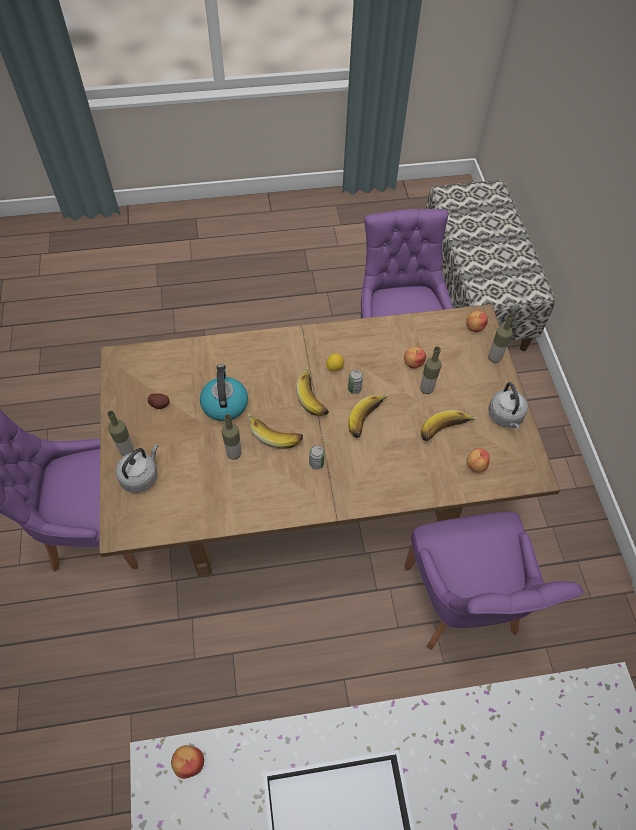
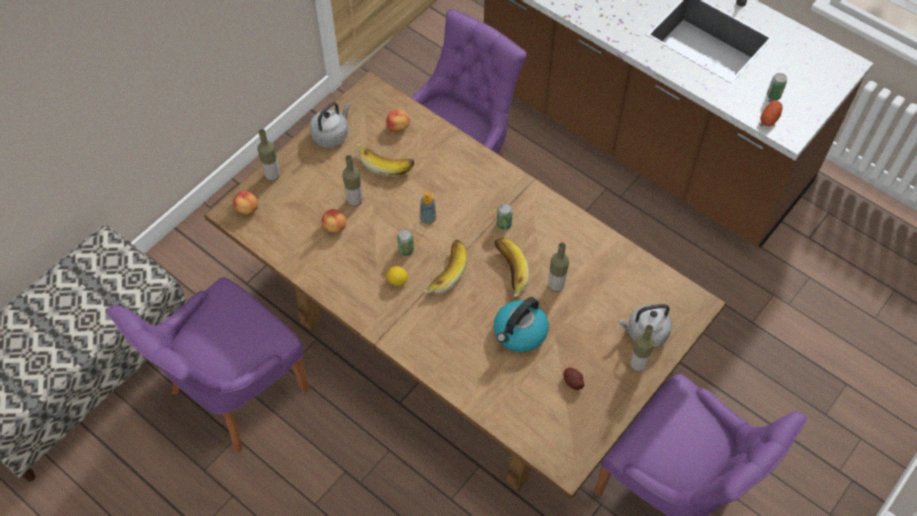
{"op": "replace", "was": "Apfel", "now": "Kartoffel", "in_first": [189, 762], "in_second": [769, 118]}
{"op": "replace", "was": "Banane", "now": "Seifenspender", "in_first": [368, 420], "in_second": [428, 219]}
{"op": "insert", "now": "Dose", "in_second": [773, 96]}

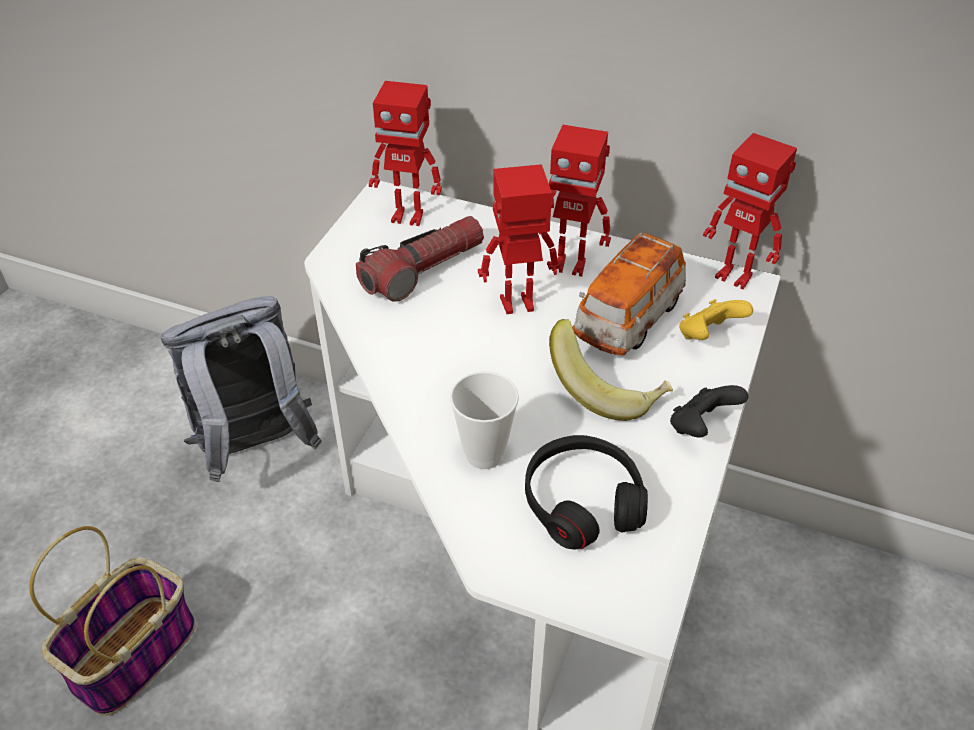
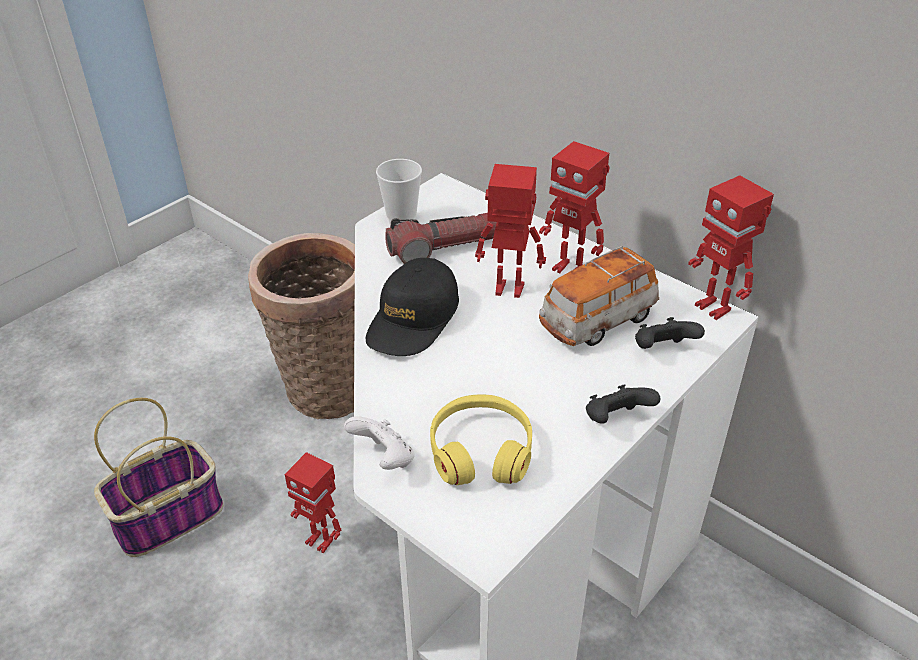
{"op": "replace", "was": "Rucksack (grau)", "now": "Korb", "in_first": [255, 448], "in_second": [324, 387]}
{"op": "move", "was": "Spielzeugroboter", "in_first": [408, 216], "in_second": [320, 541]}
{"op": "move", "was": "Tasse", "in_first": [484, 454], "in_second": [401, 222]}
{"op": "recolor", "was": "Kopfhörer (schwarz)", "now": "Kopfhörer (gelb)", "in_first": [582, 501], "in_second": [481, 451]}
{"op": "delete", "was": "Banane", "in_first": [607, 389]}
{"op": "recolor", "was": "Gamepad (gelb)", "now": "Gamepad (schwarz)", "in_first": [708, 336], "in_second": [662, 350]}
{"op": "insert", "now": "Gamepad (weiß)", "in_second": [384, 459]}
{"op": "insert", "now": "Kappe (schwarz)", "in_second": [413, 319]}

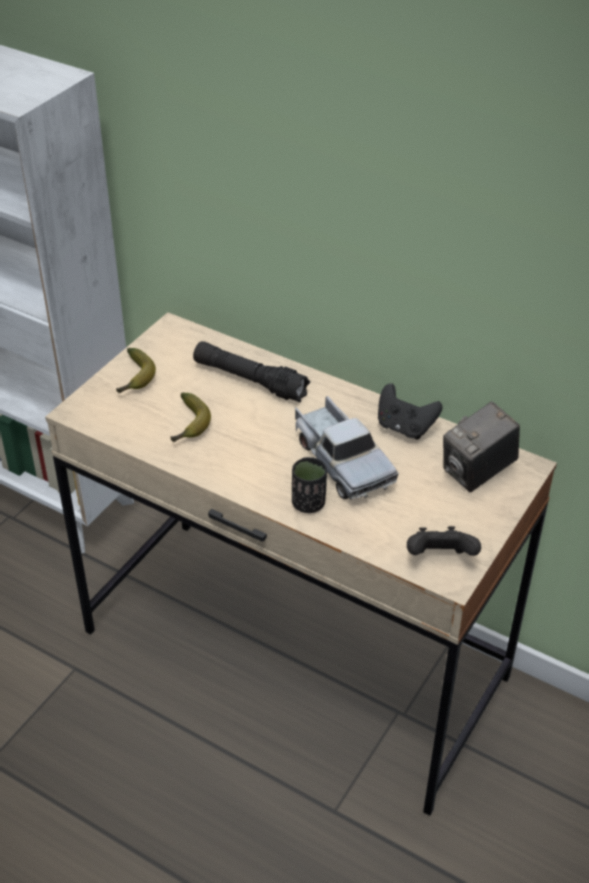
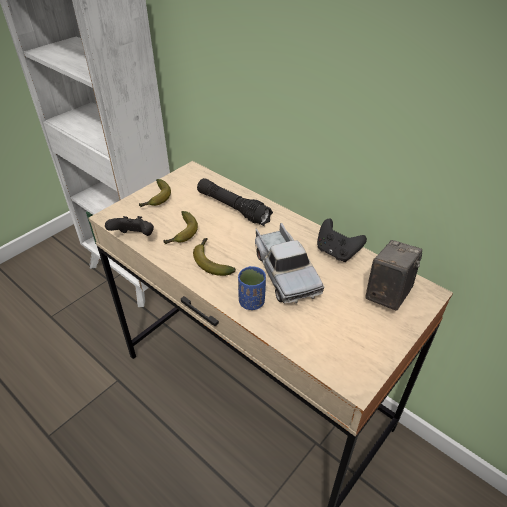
{"op": "recolor", "was": "Tasse (schwarz)", "now": "Tasse (blau)", "in_first": [308, 504], "in_second": [251, 302]}
{"op": "move", "was": "Gamepad (schwarz)", "in_first": [439, 558], "in_second": [135, 237]}
{"op": "rotate", "was": "Kamera", "in_first": [477, 472], "in_second": [388, 293], "clockwise": 150}
{"op": "insert", "now": "Banane", "in_second": [211, 261]}

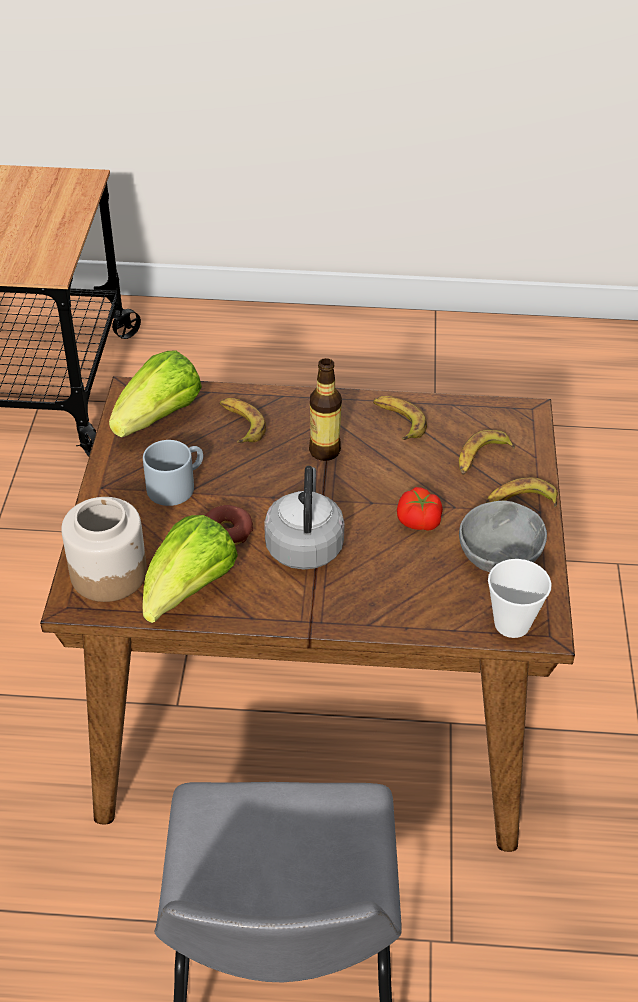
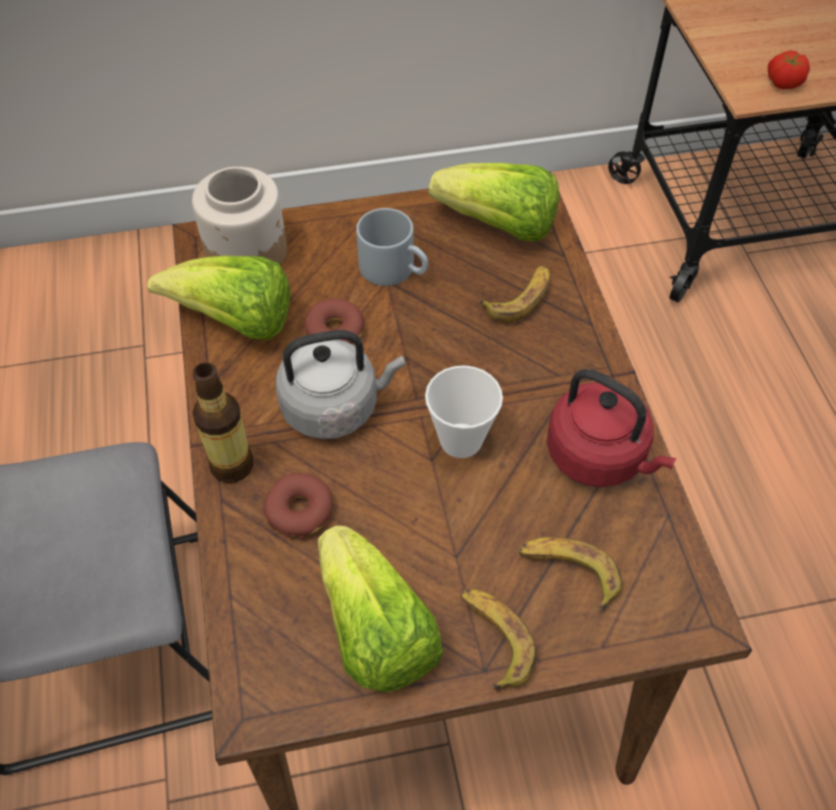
{"op": "move", "was": "Flasche", "in_first": [324, 451], "in_second": [231, 465]}
{"op": "replace", "was": "Banane", "now": "Wasserkessel (rot)", "in_first": [398, 421], "in_second": [600, 456]}
{"op": "move", "was": "Tomate", "in_first": [418, 521], "in_second": [783, 82]}
{"op": "replace", "was": "Schüssel (grau)", "now": "Salatkopf", "in_first": [500, 557], "in_second": [375, 631]}
{"op": "move", "was": "Tasse", "in_first": [512, 624], "in_second": [461, 440]}
{"op": "insert", "now": "Donut", "in_second": [300, 510]}

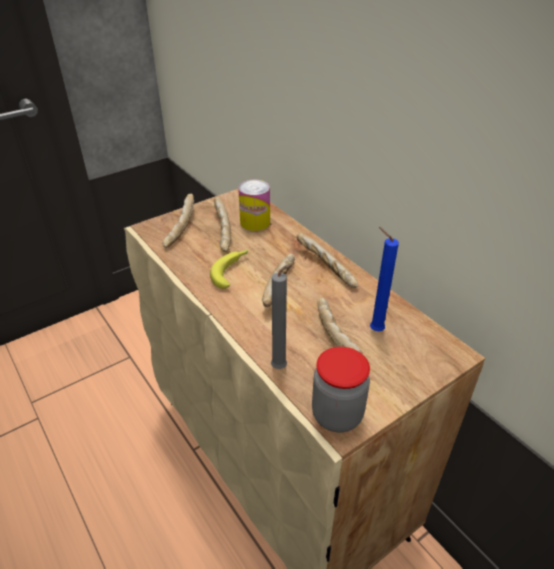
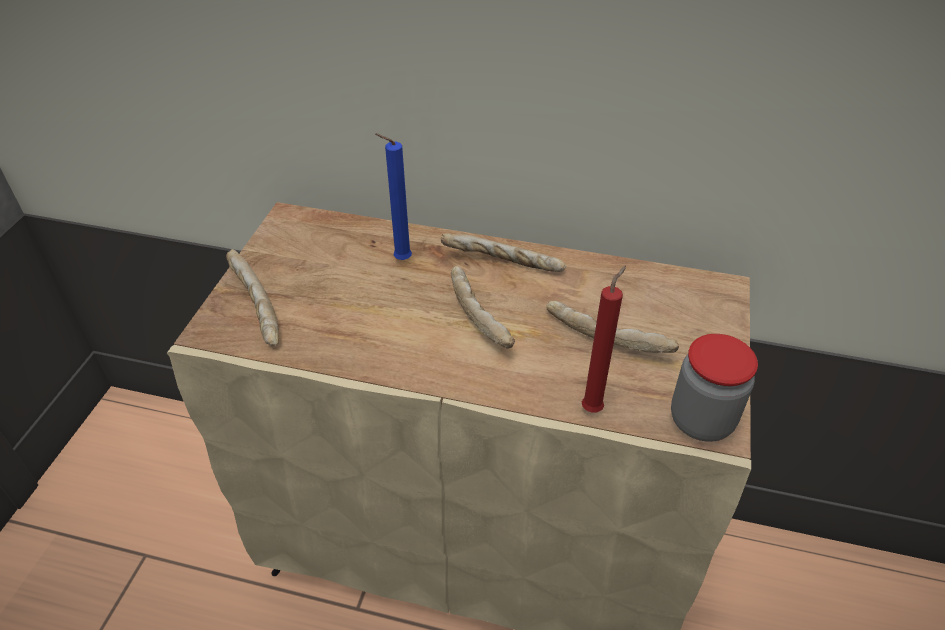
{"op": "delete", "was": "Banane", "in_first": [232, 271]}
{"op": "delete", "was": "Brot", "in_first": [221, 230]}
{"op": "delete", "was": "Dose", "in_first": [255, 222]}
{"op": "recolor", "was": "Kerze (grau)", "now": "Kerze (rot)", "in_first": [281, 367], "in_second": [594, 407]}
{"op": "move", "was": "Kerze (blau)", "in_first": [374, 329], "in_second": [400, 260]}

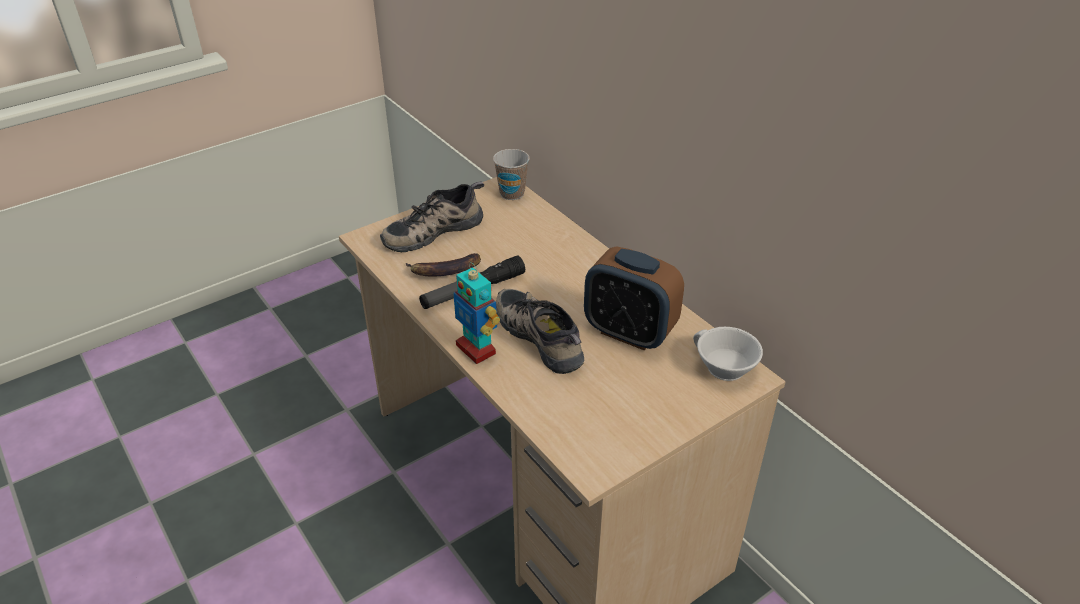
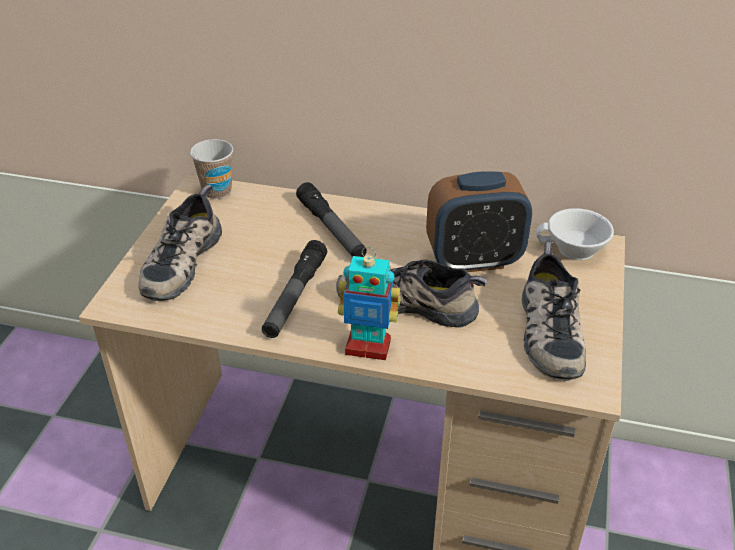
{"op": "delete", "was": "Banane", "in_first": [445, 271]}
{"op": "insert", "now": "Taschenlampe", "in_second": [331, 229]}
{"op": "insert", "now": "Schuh", "in_second": [547, 330]}

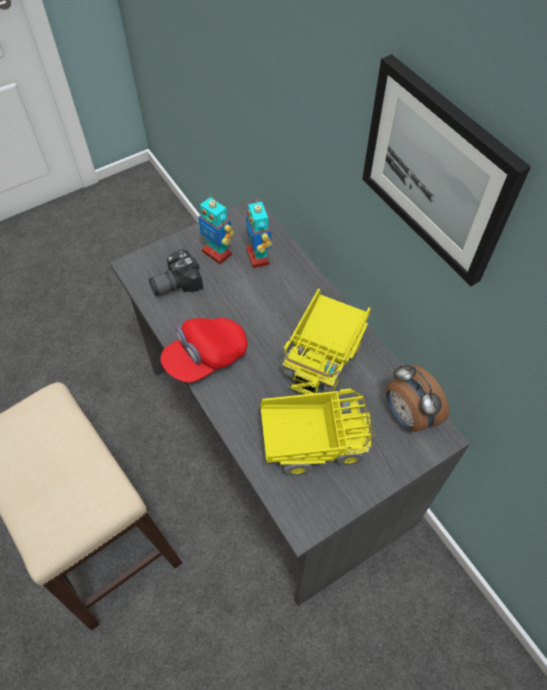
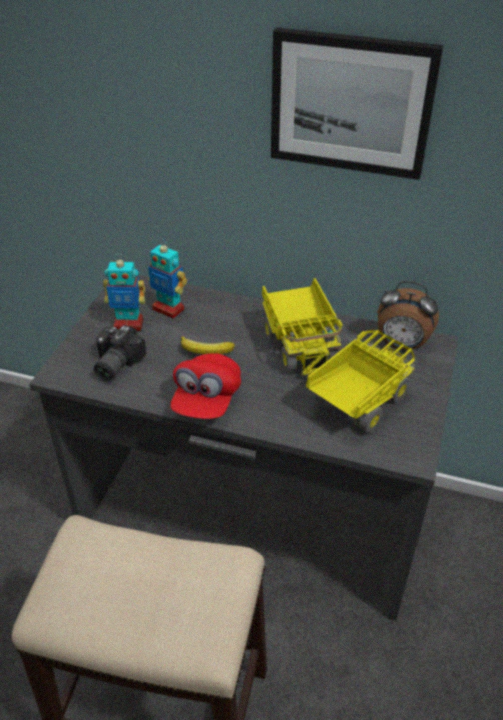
{"op": "insert", "now": "Banane", "in_second": [205, 351]}

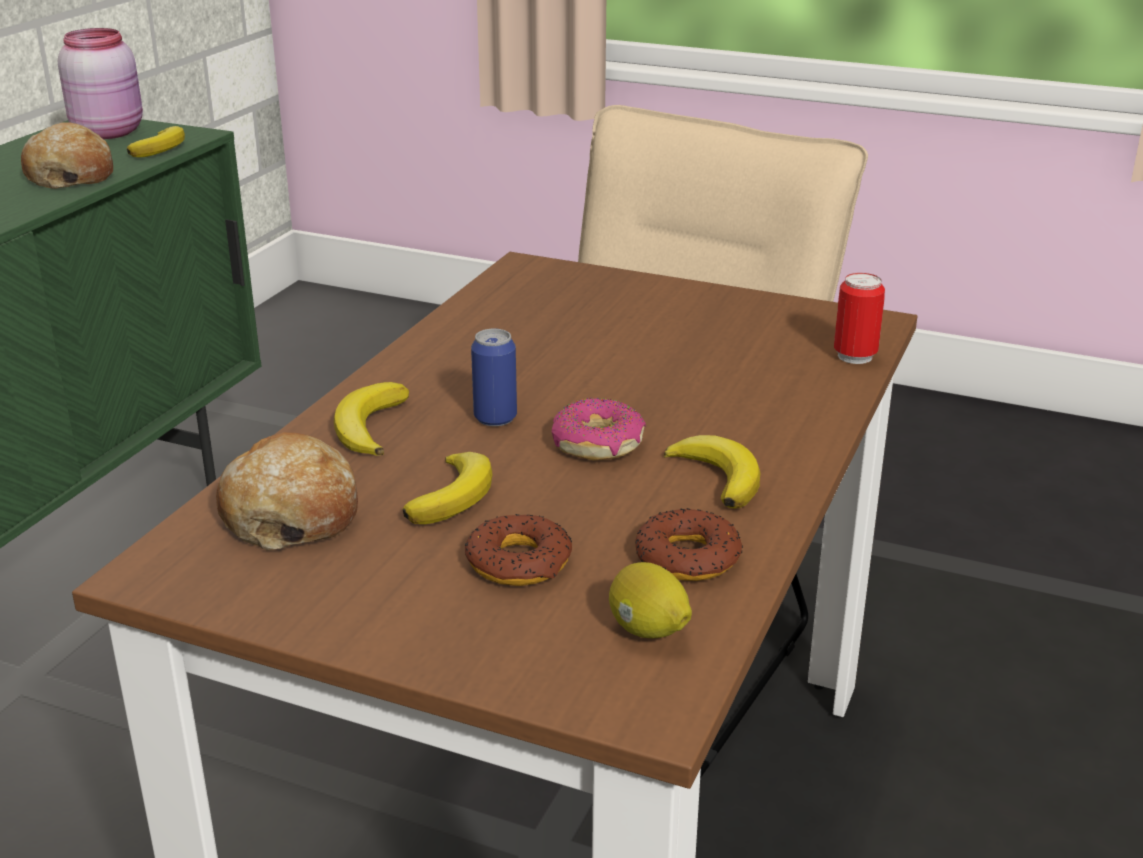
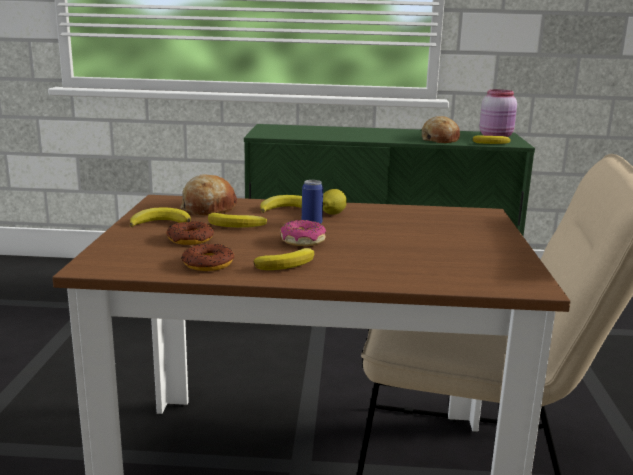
{"op": "move", "was": "Zitrone", "in_first": [648, 631], "in_second": [332, 214]}
{"op": "delete", "was": "Dose", "in_first": [855, 356]}
{"op": "insert", "now": "Banane", "in_second": [160, 222]}

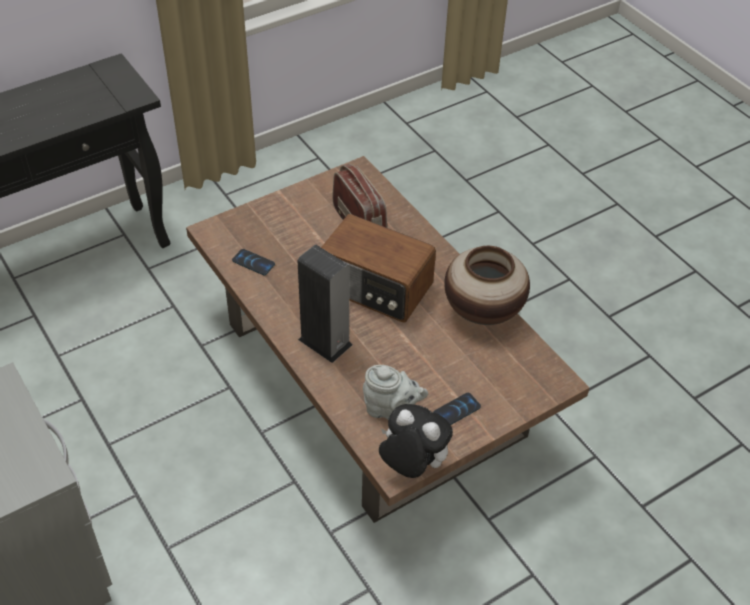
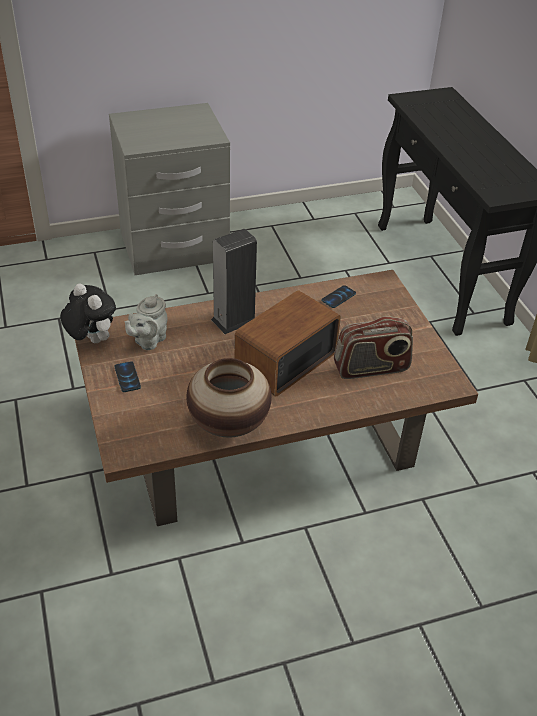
{"op": "rotate", "was": "Plüschtier", "in_first": [411, 465], "in_second": [91, 340], "clockwise": -90}

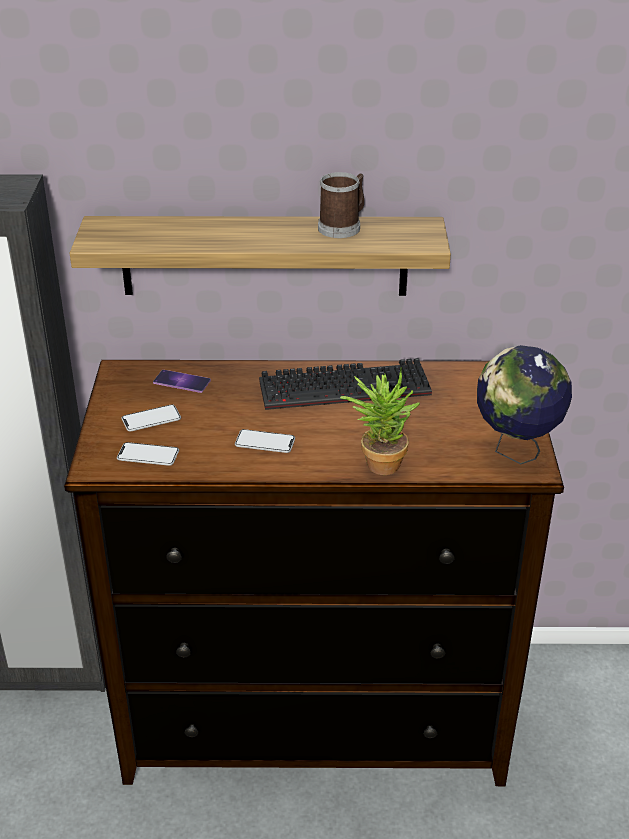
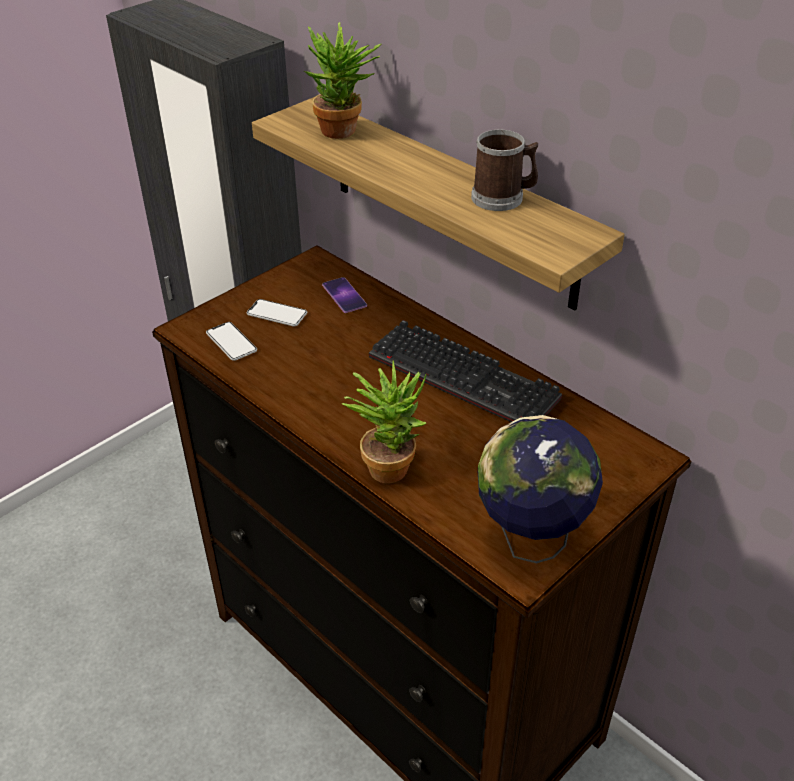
{"op": "delete", "was": "Handy", "in_first": [265, 442]}
{"op": "insert", "now": "Topfpflanze", "in_second": [344, 133]}

